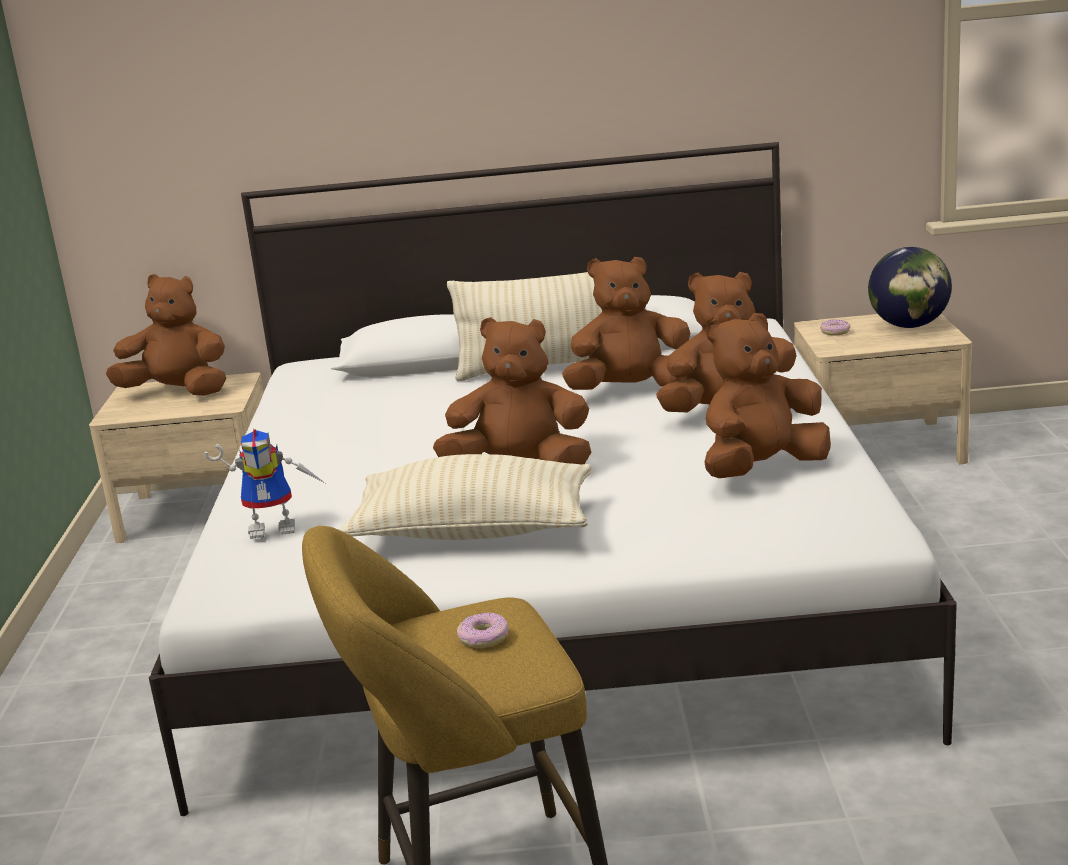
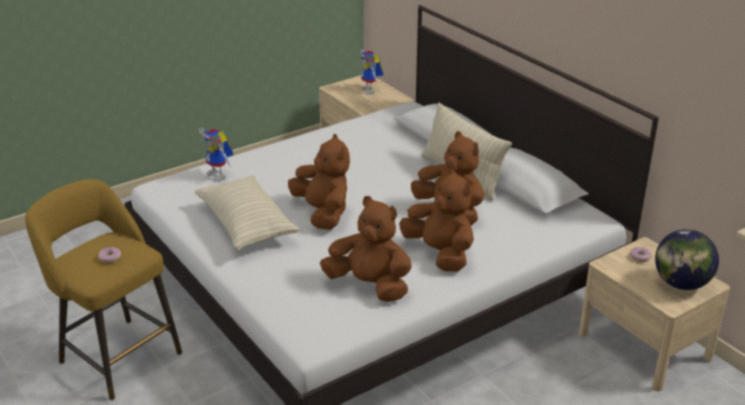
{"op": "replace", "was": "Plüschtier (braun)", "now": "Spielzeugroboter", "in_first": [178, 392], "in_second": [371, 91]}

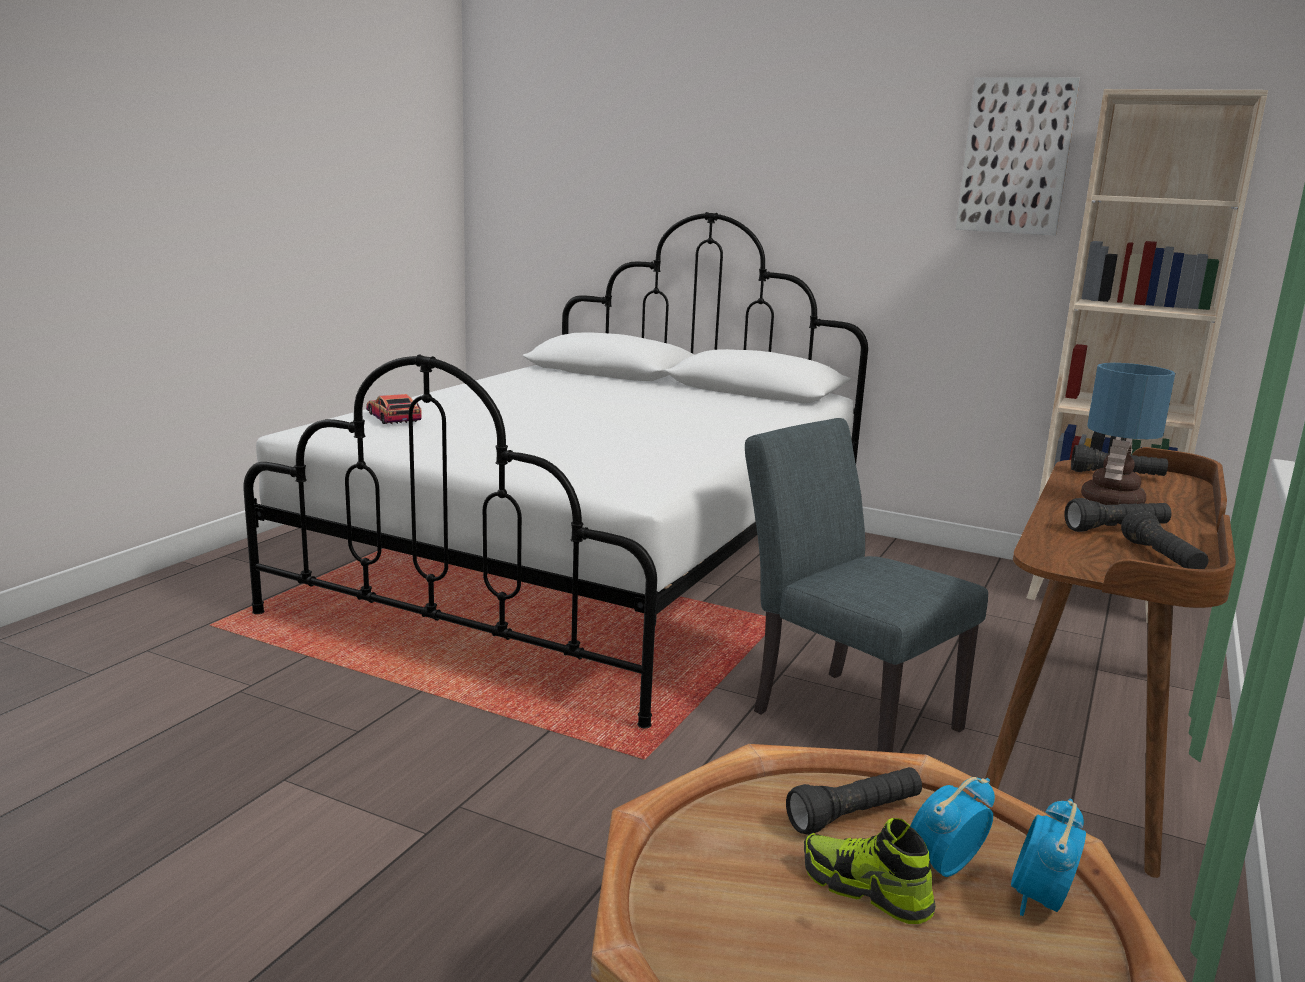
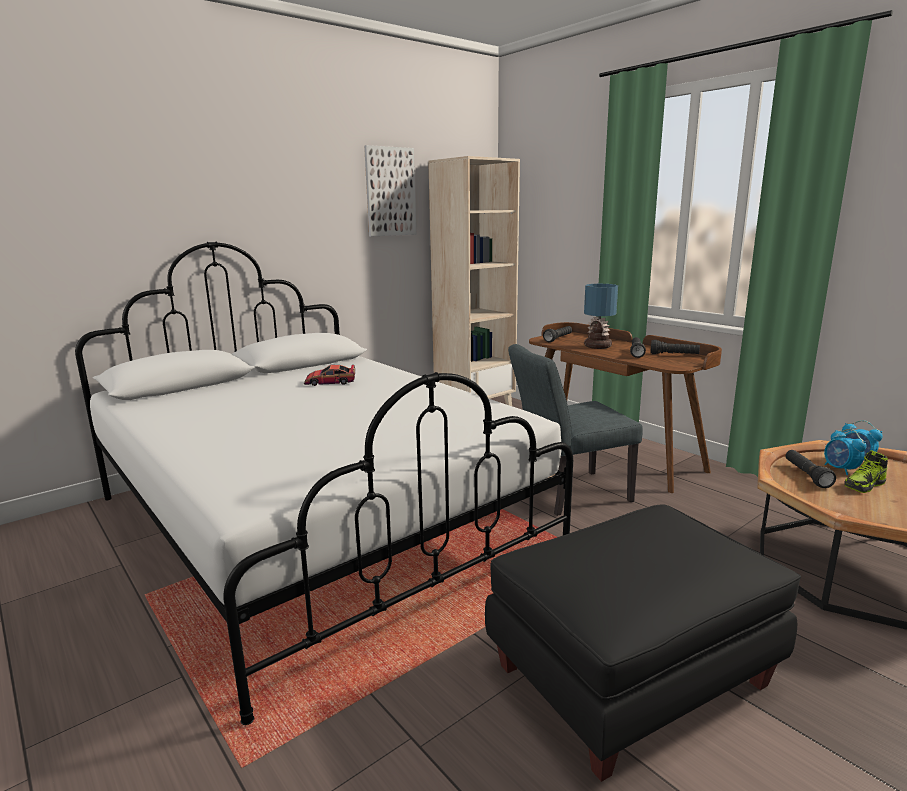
{"op": "move", "was": "Spielzeugauto", "in_first": [393, 418], "in_second": [330, 382]}
{"op": "insert", "now": "Polsterhocker (schwarz)", "in_second": [631, 677]}

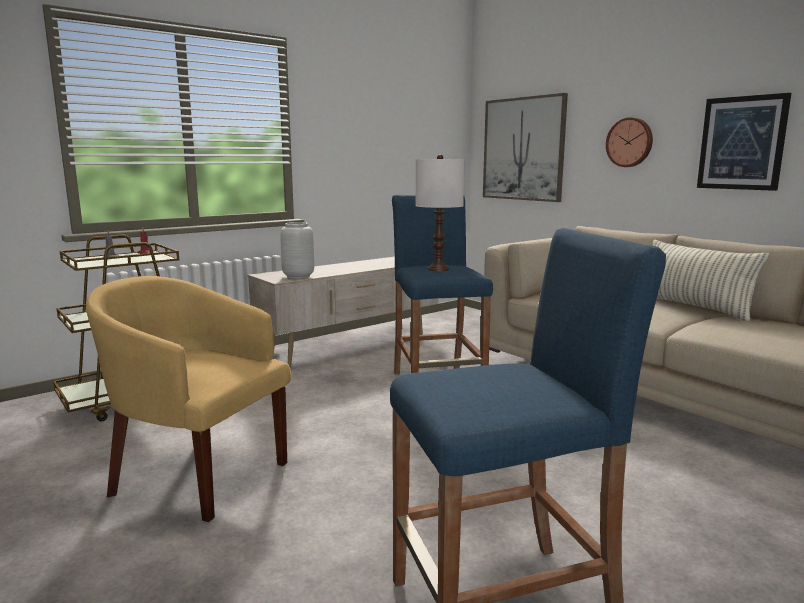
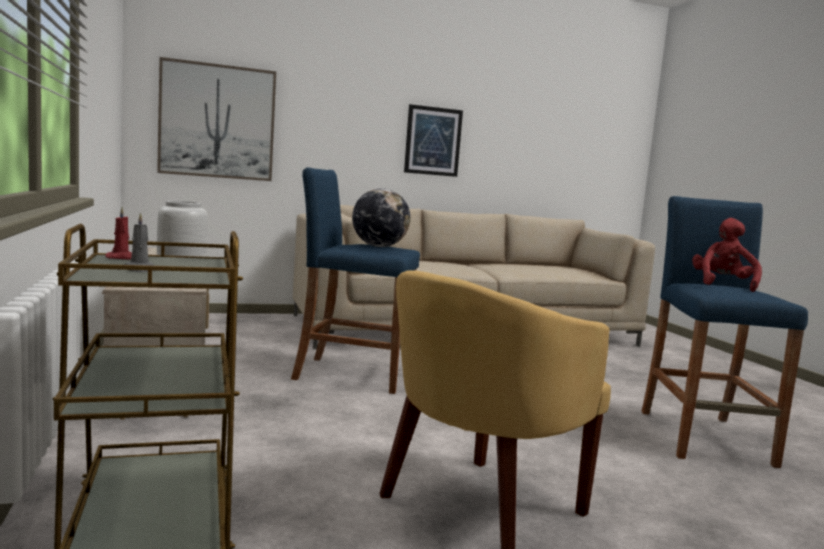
{"op": "replace", "was": "Tischlampe (weiß)", "now": "Globus", "in_first": [438, 269], "in_second": [379, 246]}
{"op": "delete", "was": "Wanduhr", "in_first": [630, 142]}
{"op": "delete", "was": "Kissen", "in_first": [693, 308]}
{"op": "insert", "now": "Plüschtier (rot)", "in_second": [722, 285]}

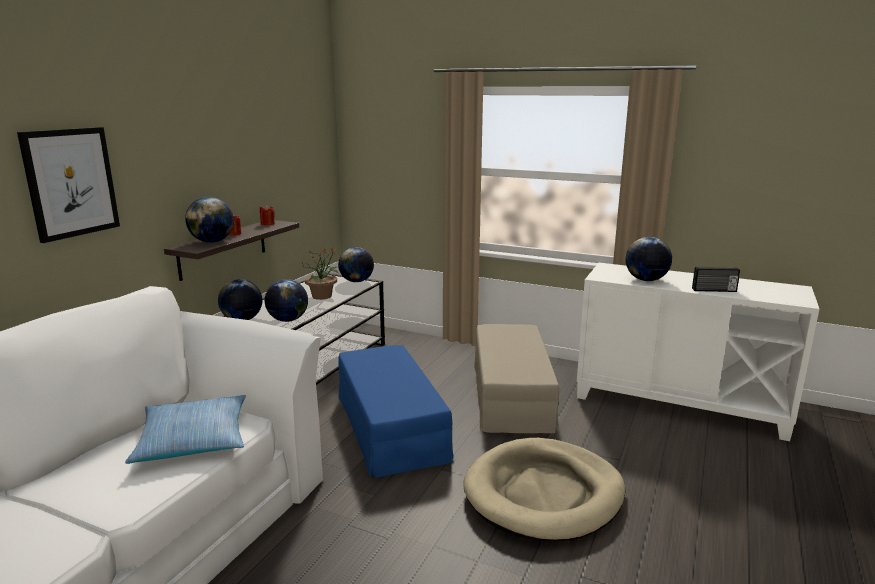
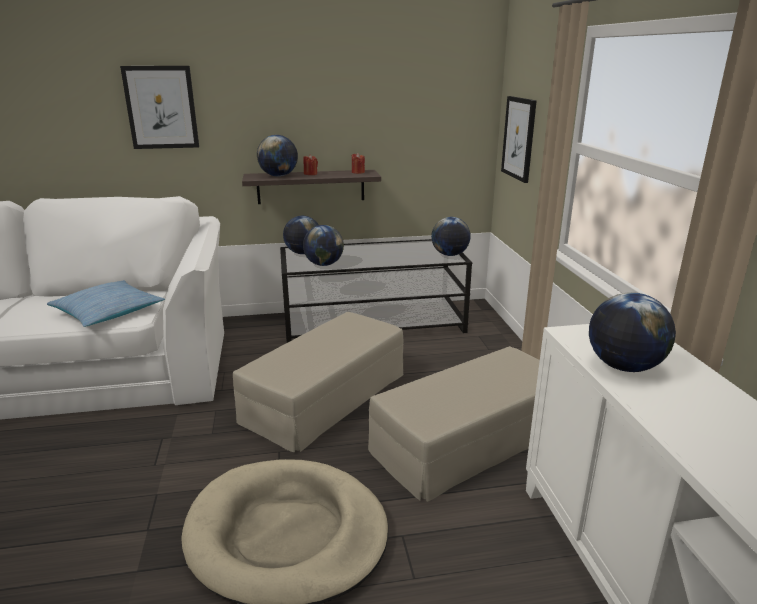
{"op": "delete", "was": "Topfpflanze", "in_first": [322, 296]}
{"op": "recolor", "was": "Polsterhocker (blau)", "now": "Polsterhocker (beige)", "in_first": [390, 425], "in_second": [325, 396]}
{"op": "delete", "was": "Radio", "in_first": [714, 290]}
{"op": "insert", "now": "Bild", "in_second": [519, 138]}

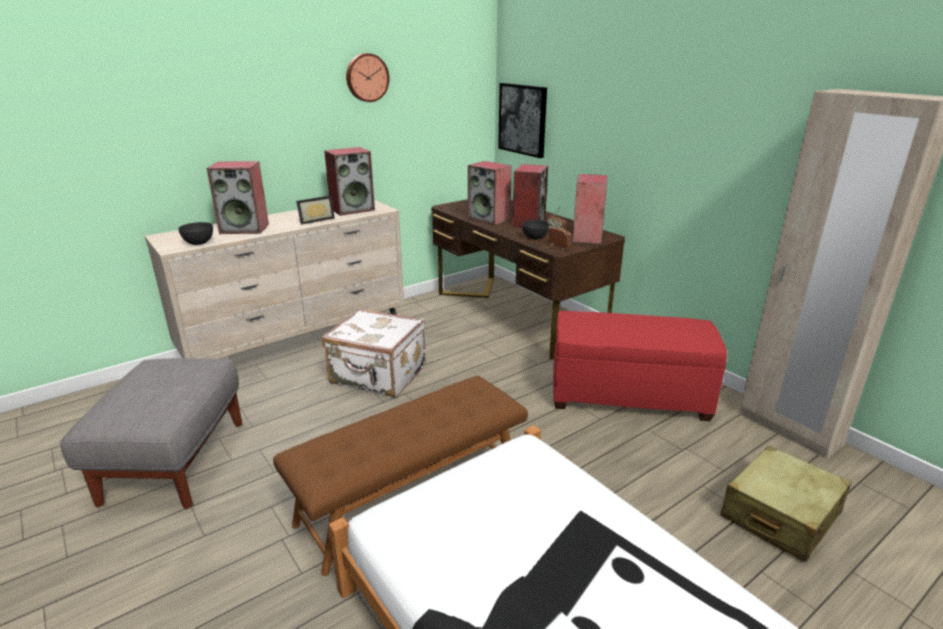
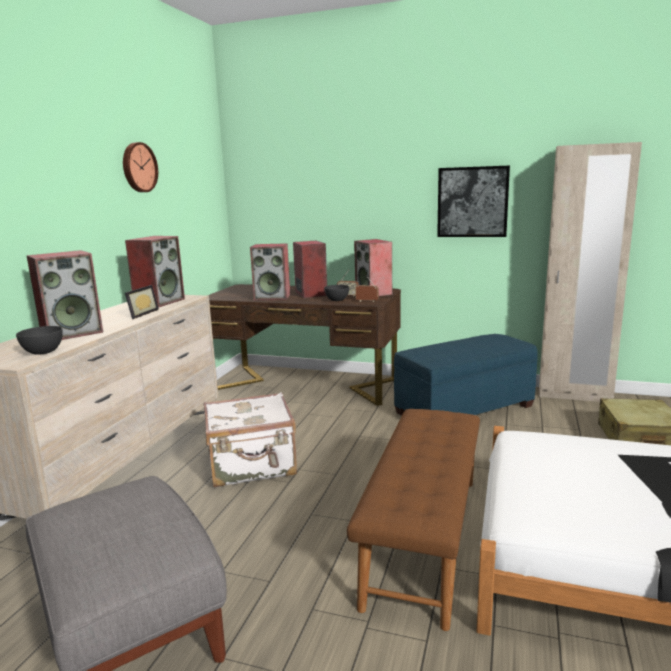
{"op": "move", "was": "Bild", "in_first": [523, 119], "in_second": [472, 202]}
{"op": "recolor", "was": "Polsterhocker (rot)", "now": "Polsterhocker (blau)", "in_first": [627, 396], "in_second": [464, 410]}

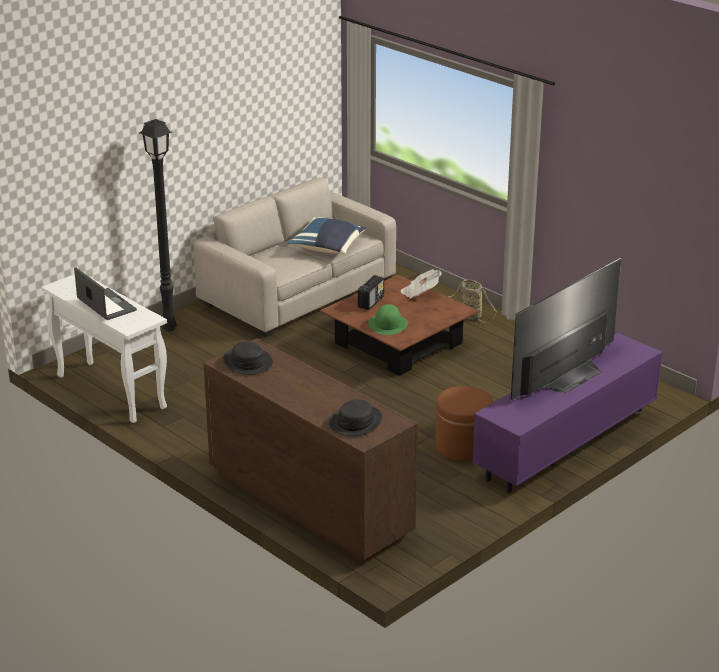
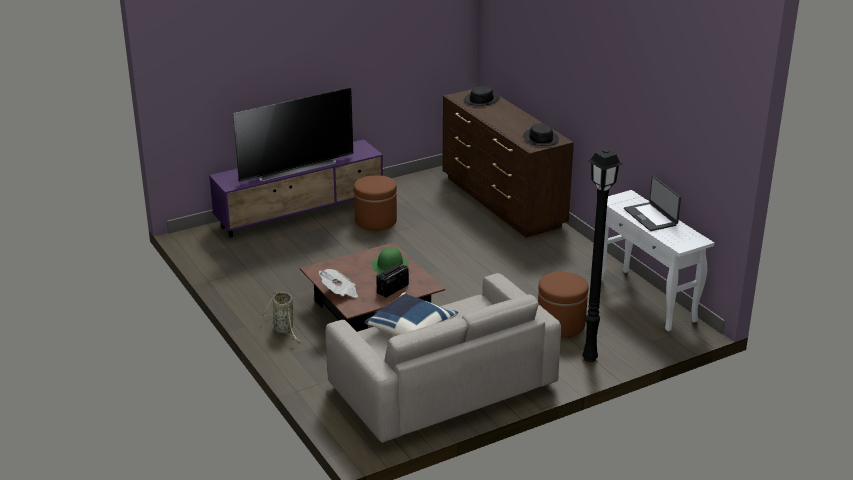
{"op": "insert", "now": "Polsterhocker (braun)", "in_second": [561, 324]}

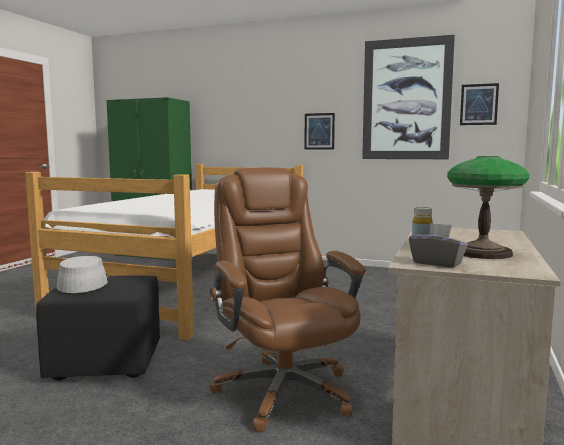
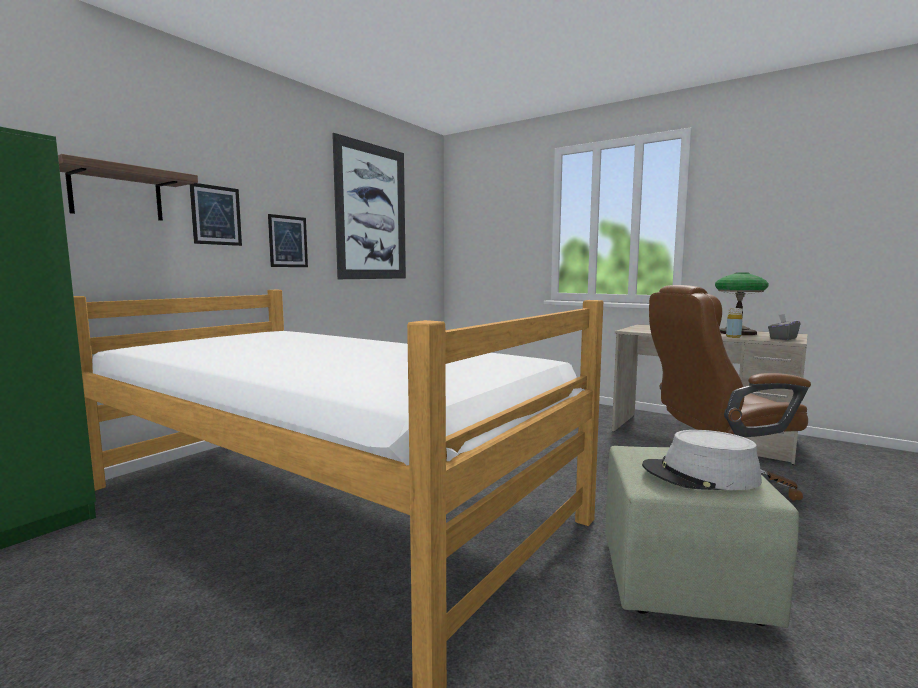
{"op": "recolor", "was": "Polsterhocker (schwarz)", "now": "Polsterhocker (grün)", "in_first": [104, 362], "in_second": [684, 583]}
{"op": "move", "was": "Bild", "in_first": [479, 104], "in_second": [216, 215]}
{"op": "insert", "now": "Wandregal", "in_second": [116, 194]}

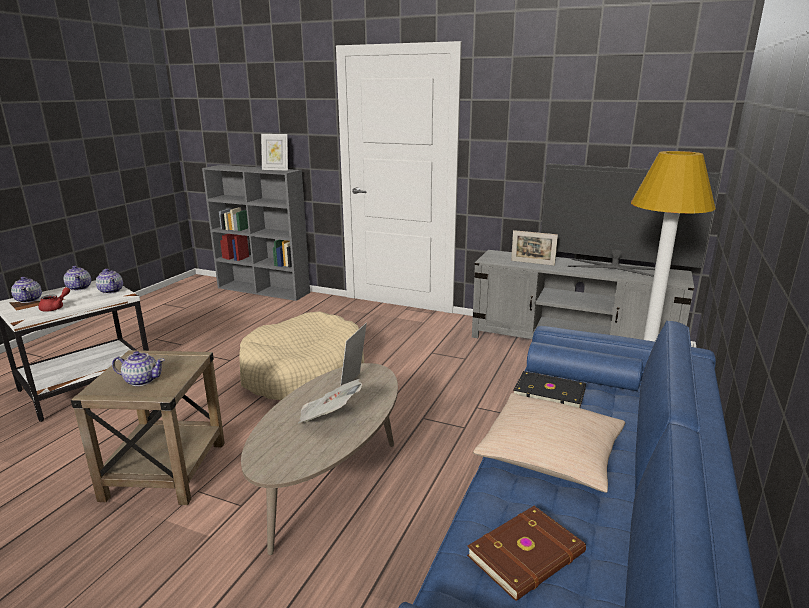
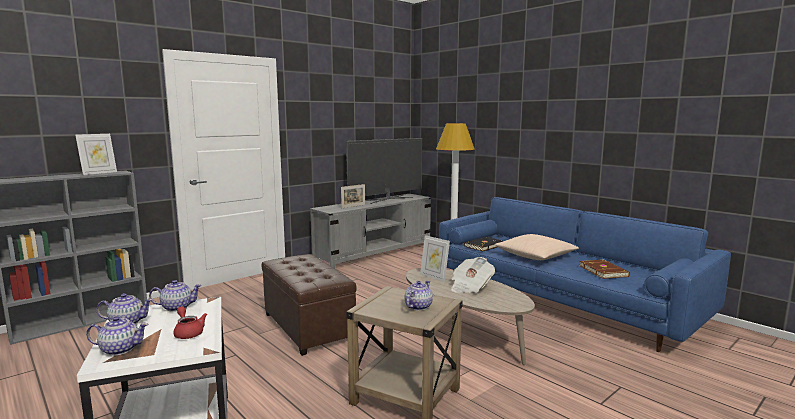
{"op": "replace", "was": "Hundebett (beige)", "now": "Polsterhocker (braun)", "in_first": [303, 372], "in_second": [307, 327]}

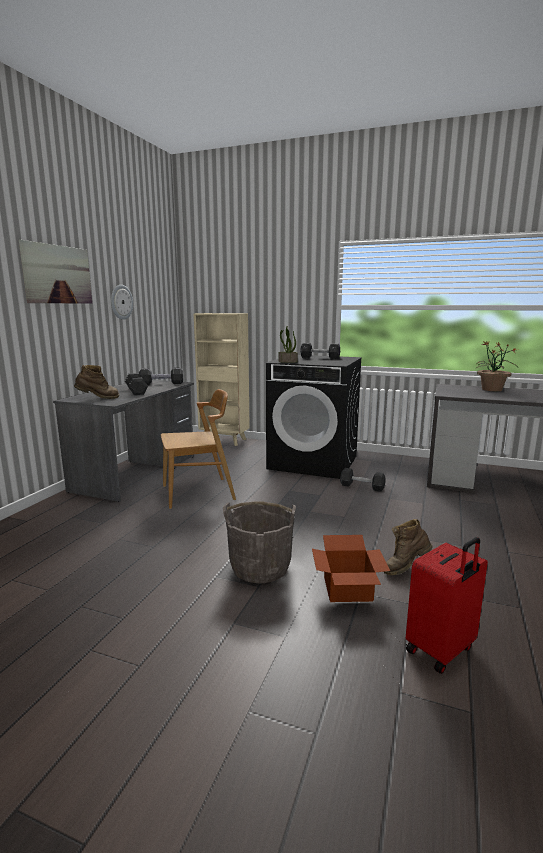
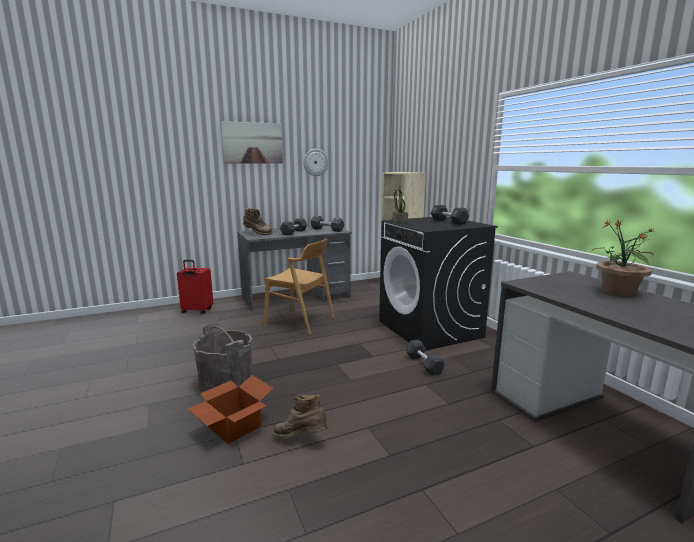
{"op": "move", "was": "Koffer (rot)", "in_first": [441, 650], "in_second": [197, 311]}

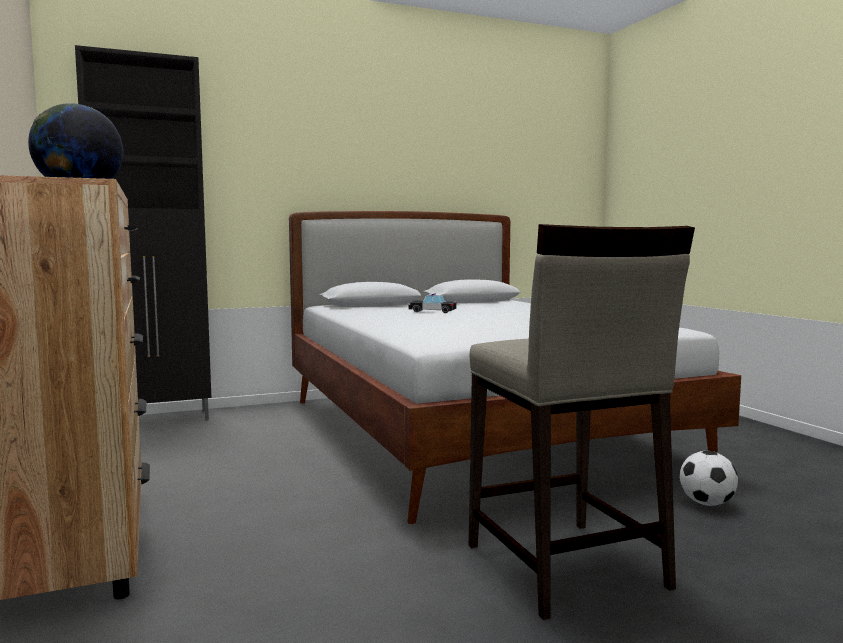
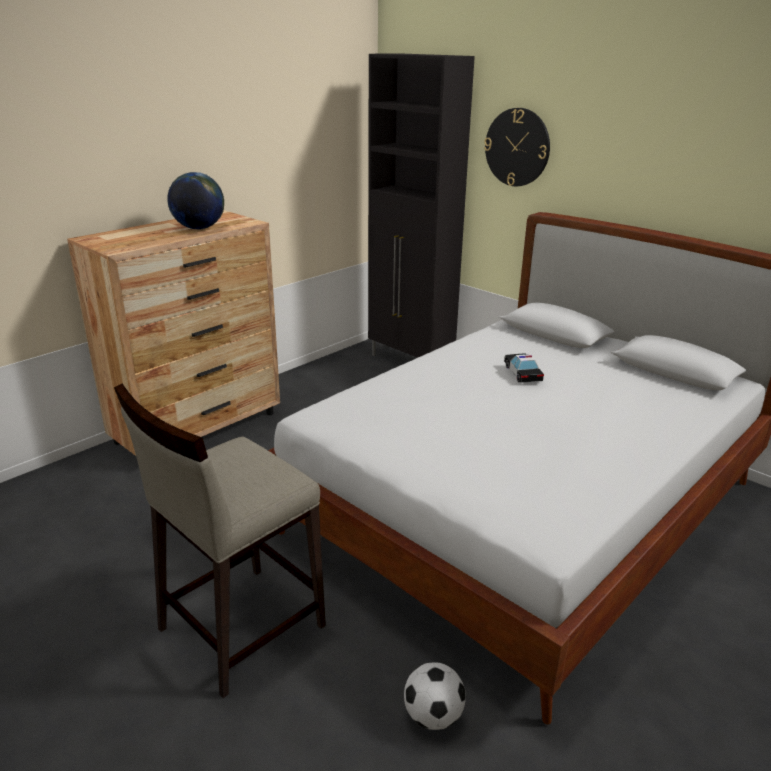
{"op": "insert", "now": "Wanduhr", "in_second": [517, 147]}

